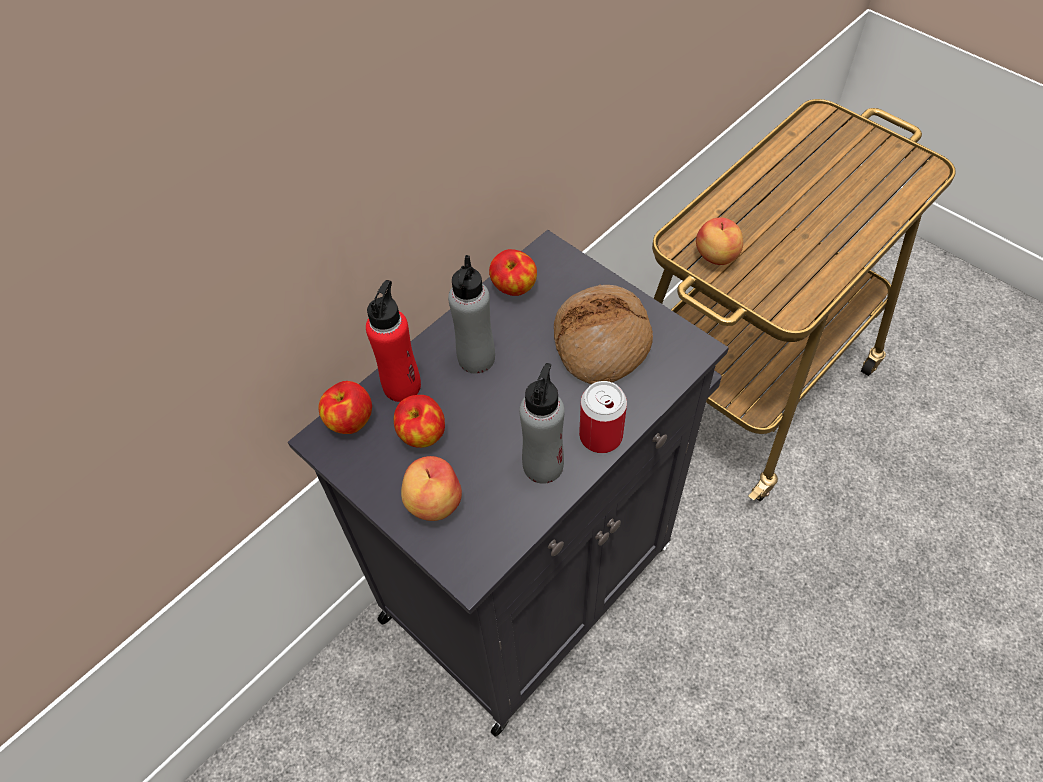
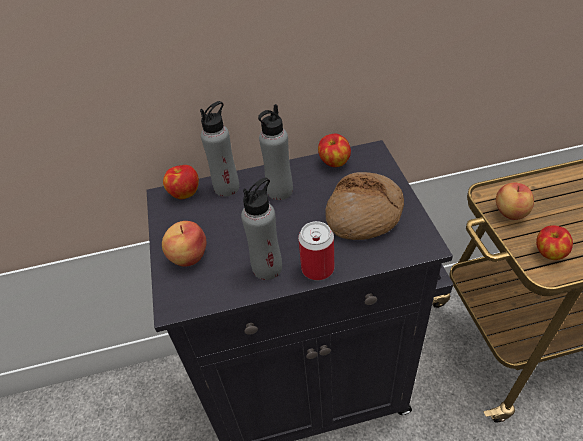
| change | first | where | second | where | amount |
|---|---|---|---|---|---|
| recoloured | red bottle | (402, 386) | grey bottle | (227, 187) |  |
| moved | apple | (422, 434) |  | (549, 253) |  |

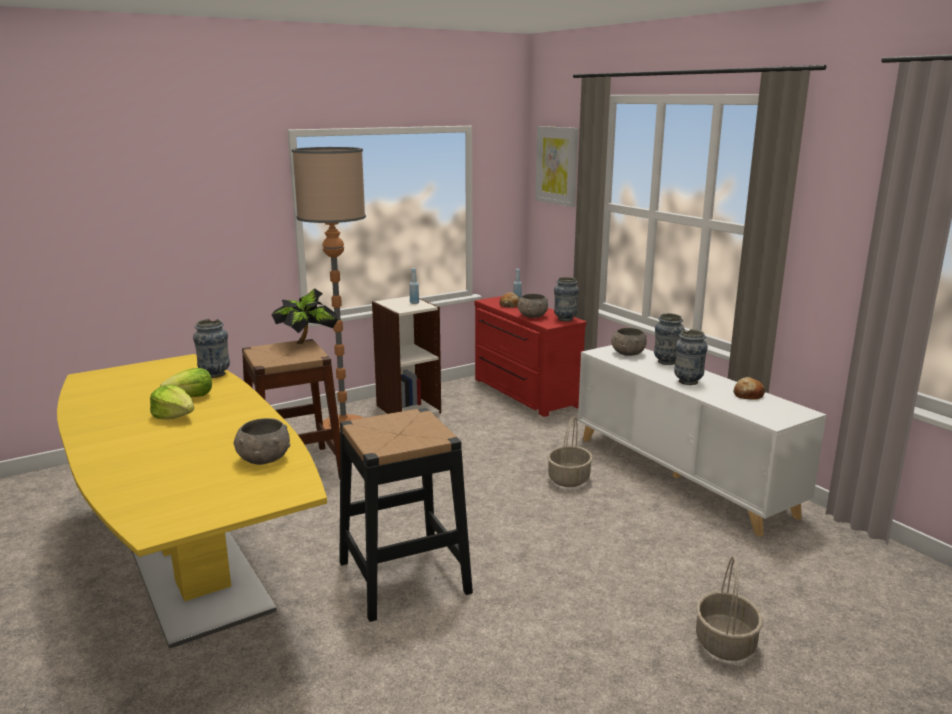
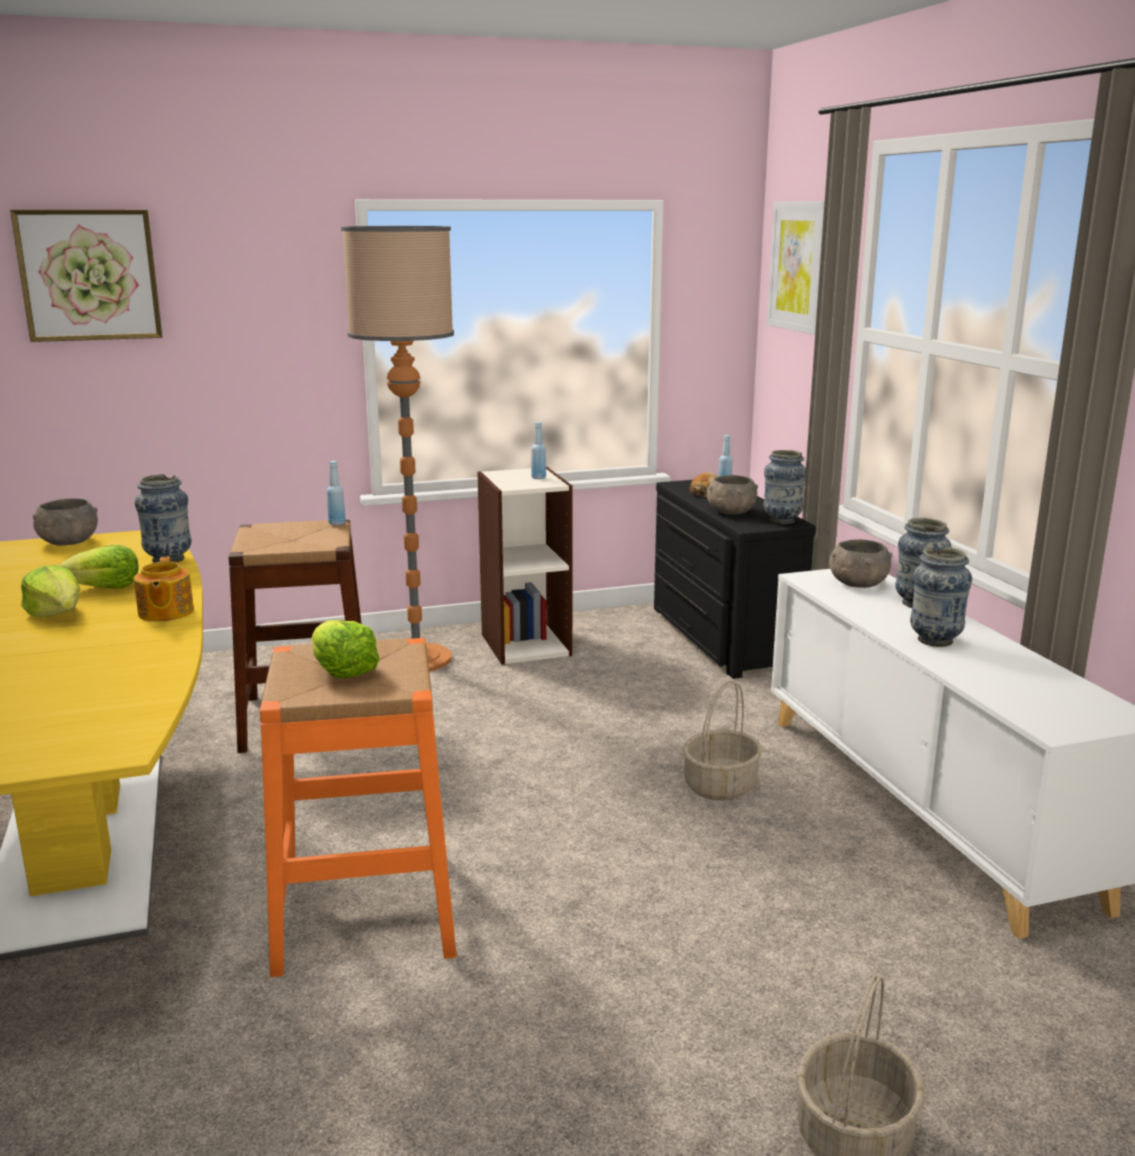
| change | first | where | second | where | amount |
|---|---|---|---|---|---|
| moved | grey bowl | (263, 459) |  | (68, 542) |  |
| replaced | potted plant | (307, 342) | blue bottle | (337, 523) |  |
| recoloured | black stool | (404, 577) | orange stool | (365, 911) |  |
| recoloured | red dresser | (523, 393) | black dresser | (719, 637) |  |
| removed | bread | (747, 395) |  |  |  |
| added |  |  | picture | (89, 275) |  |
| added |  |  | teapot | (165, 613) |  |
| added |  |  | lettuce | (343, 670) |  |

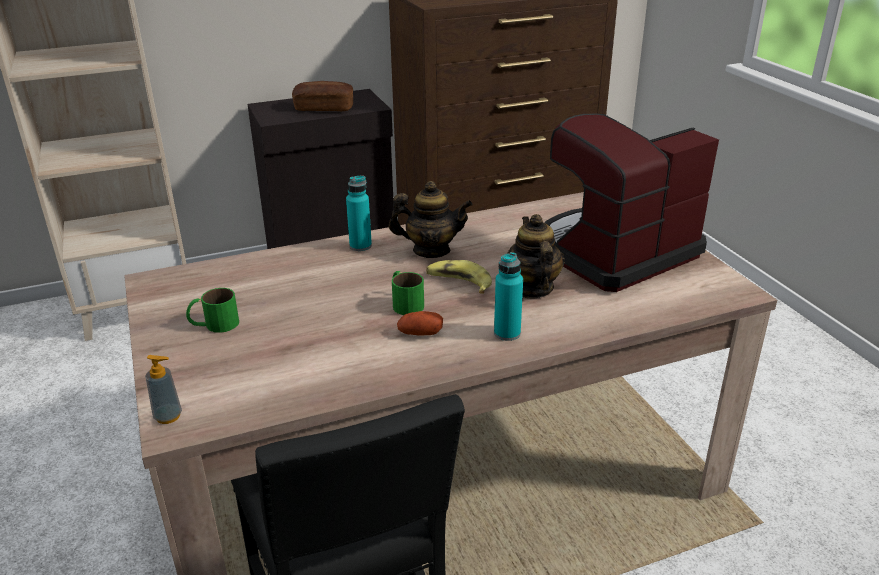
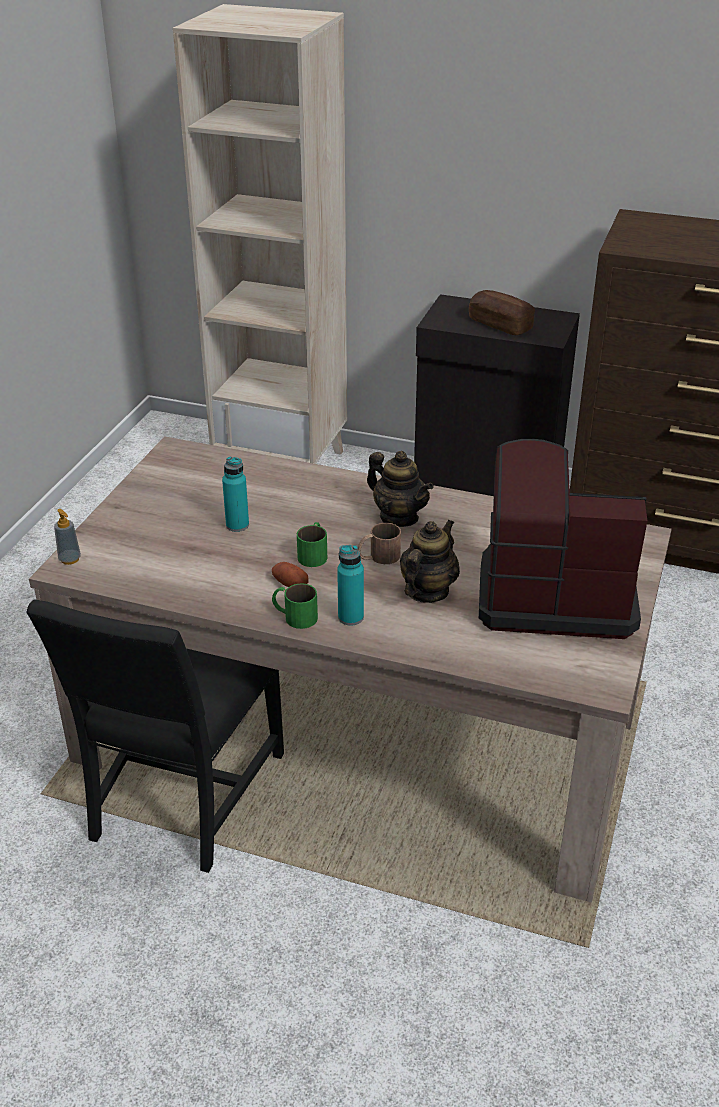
| change | first | where | second | where | amount |
|---|---|---|---|---|---|
| moved | green mug | (214, 324) |  | (294, 616) |  |
| moved | turquoise bottle | (360, 246) |  | (237, 525) |  |
| replaced | banana | (459, 283) | brown mug | (378, 557) |  |

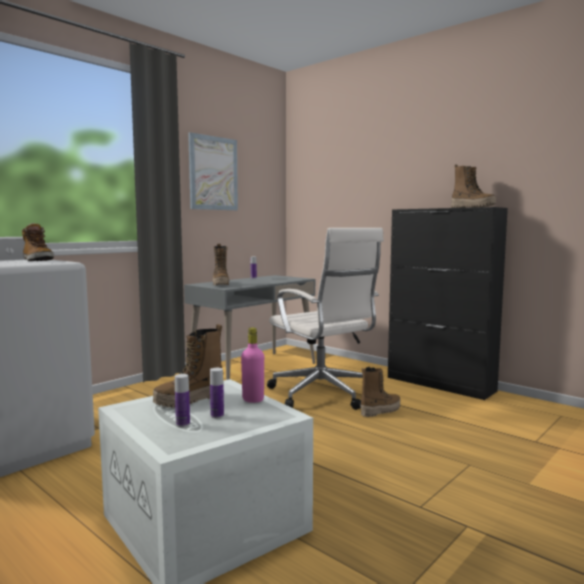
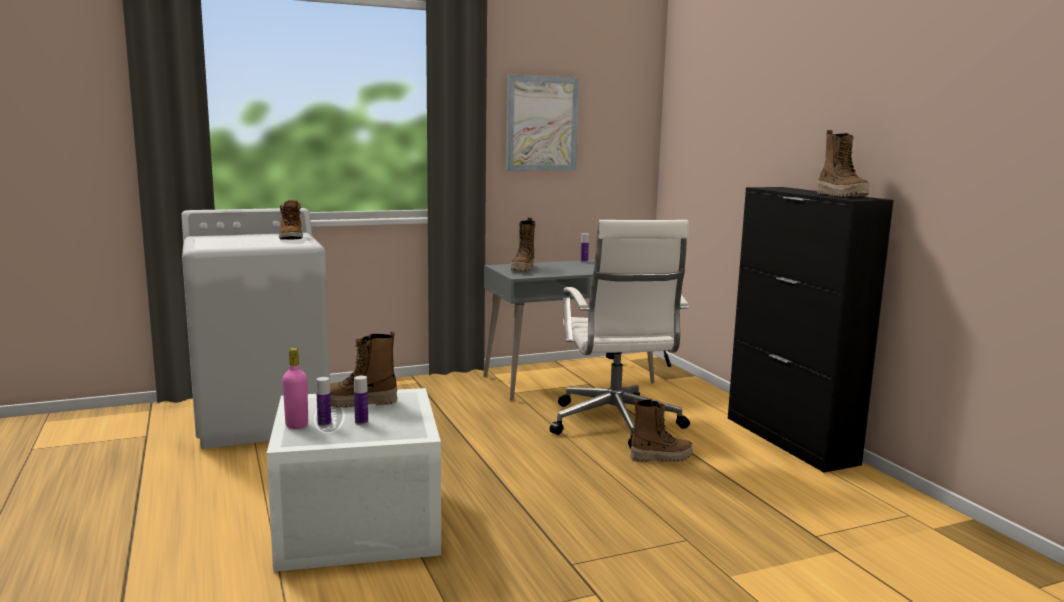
| change | first | where | second | where | amount |
|---|---|---|---|---|---|
| moved | pink bottle | (253, 399) |  | (297, 425) |  |

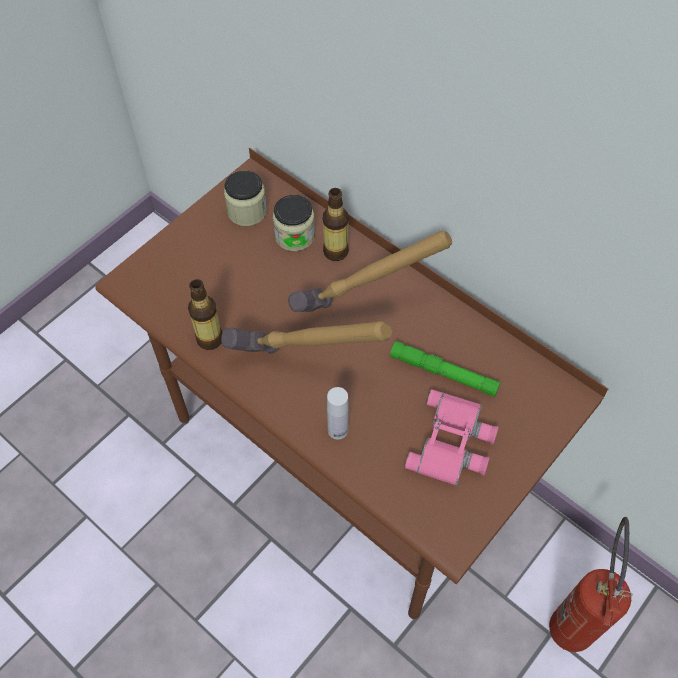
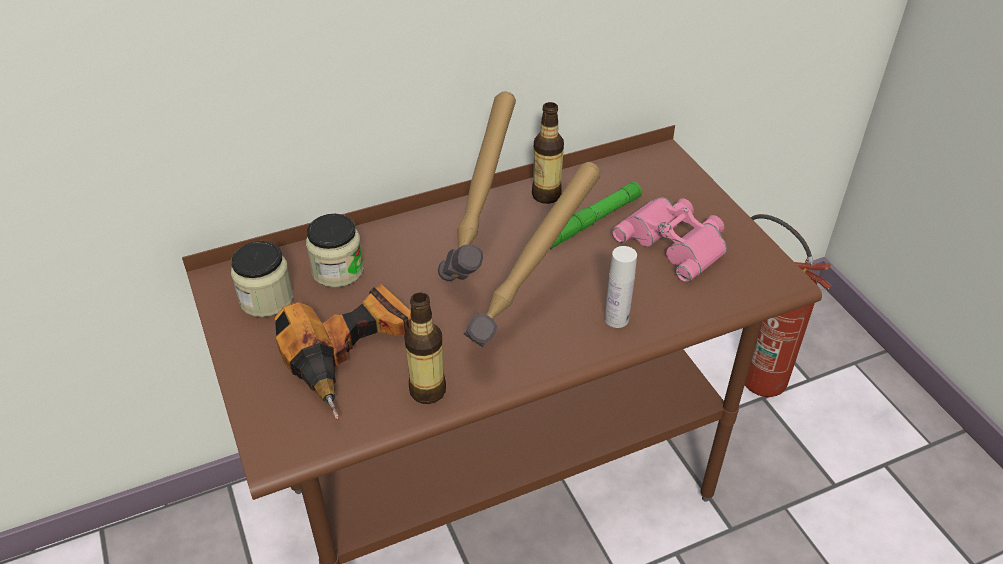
| change | first | where | second | where | amount |
|---|---|---|---|---|---|
| moved | bottle | (335, 251) |  | (546, 195) |  |
| added |  |  | power drill | (353, 355) |  |

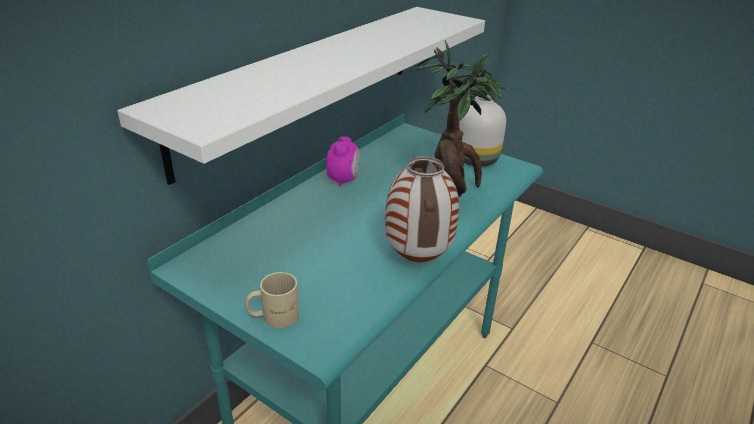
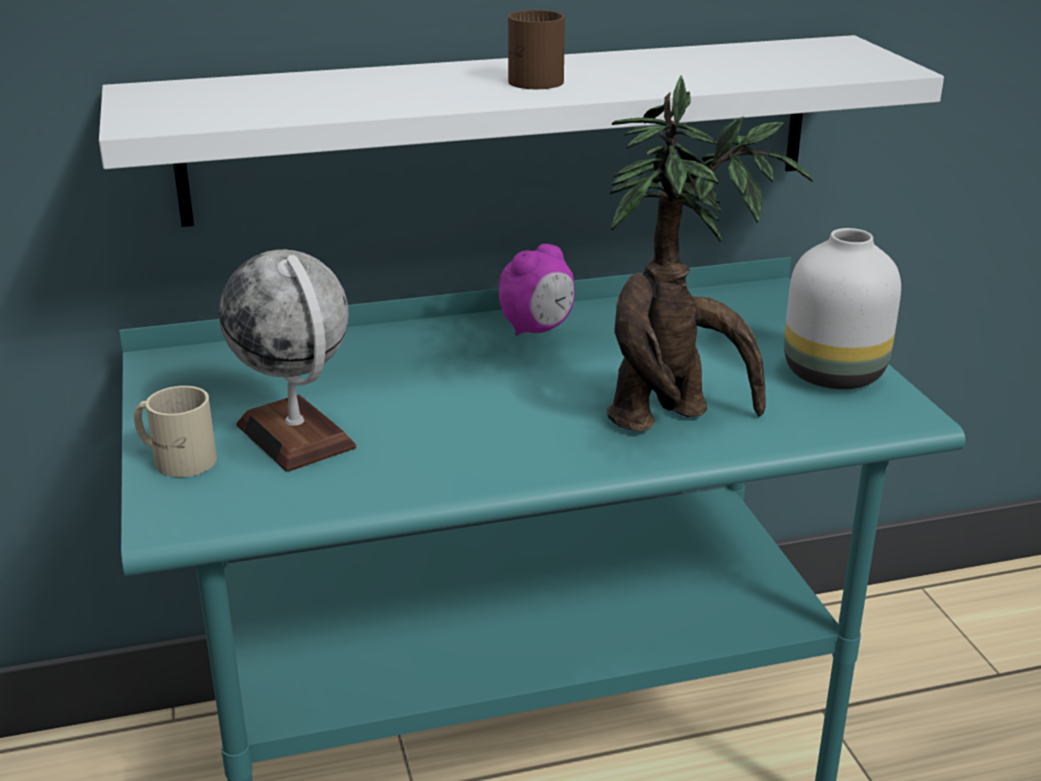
| change | first | where | second | where | amount |
|---|---|---|---|---|---|
| removed | vase | (418, 260) |  |  |  |
| added |  |  | globe | (296, 436) |  |
| added |  |  | brown mug | (534, 78) |  |

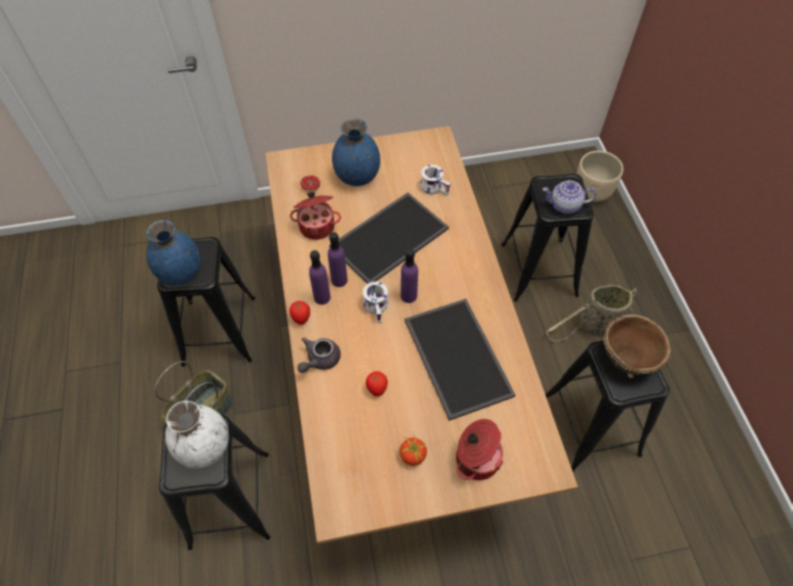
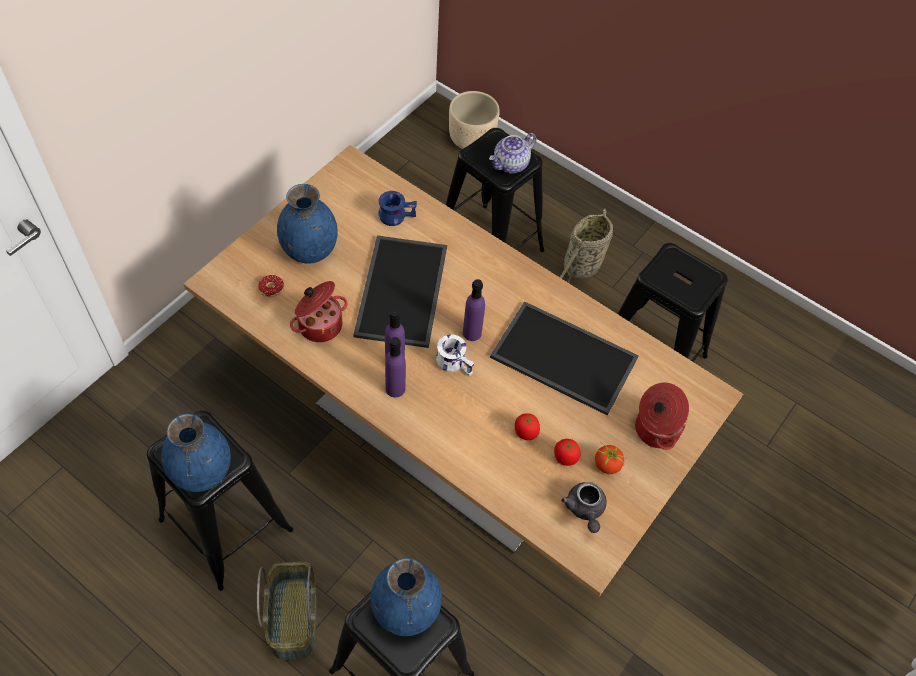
| change | first | where | second | where | amount |
|---|---|---|---|---|---|
| recoloured | white vase | (205, 447) | blue vase | (406, 609) |  |
| moved | tomato | (301, 318) |  | (564, 458) |  |
| moved | grey teapot | (319, 360) |  | (585, 510) |  |
| recoloured | white mug | (435, 187) | blue mug | (396, 214) |  |
| removed | brown bowl | (627, 358) |  |  |  |

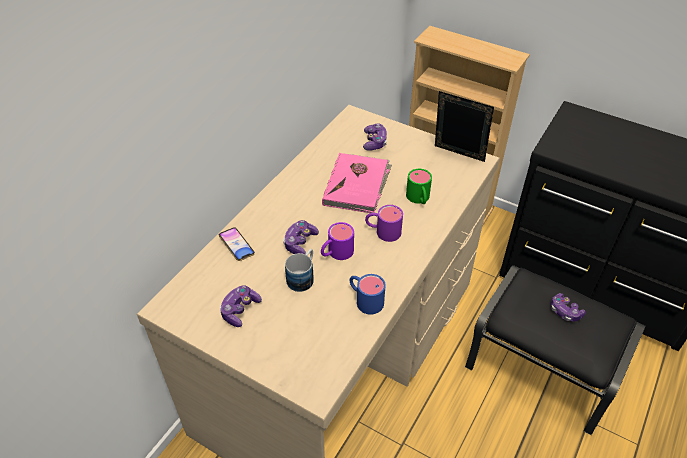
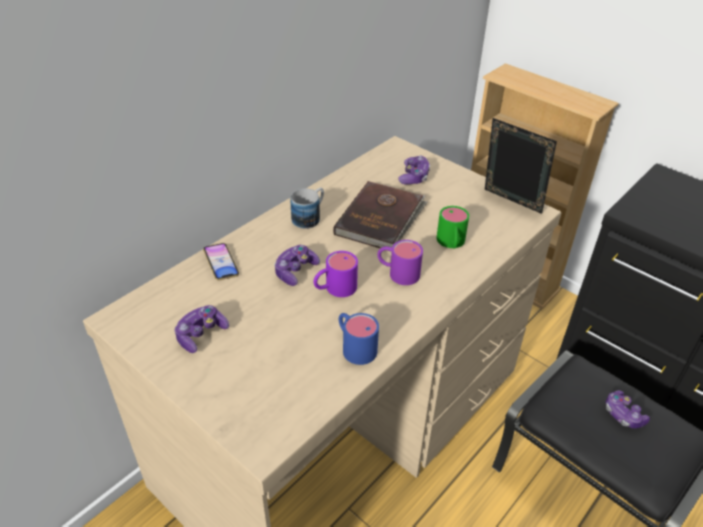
| change | first | where | second | where | amount |
|---|---|---|---|---|---|
| moved | mug | (303, 277) |  | (310, 217) |  |
| recoloured | pink book | (357, 185) | brown book | (381, 219) |  |

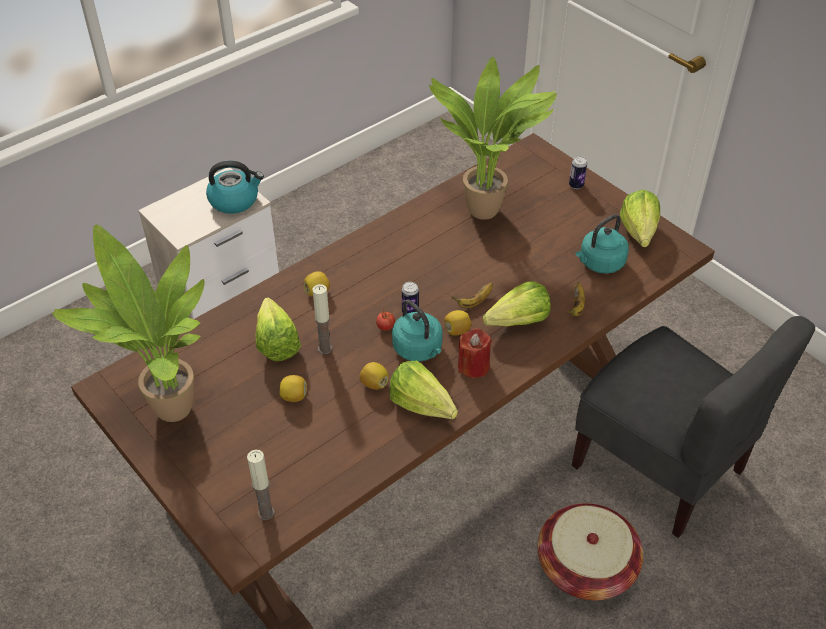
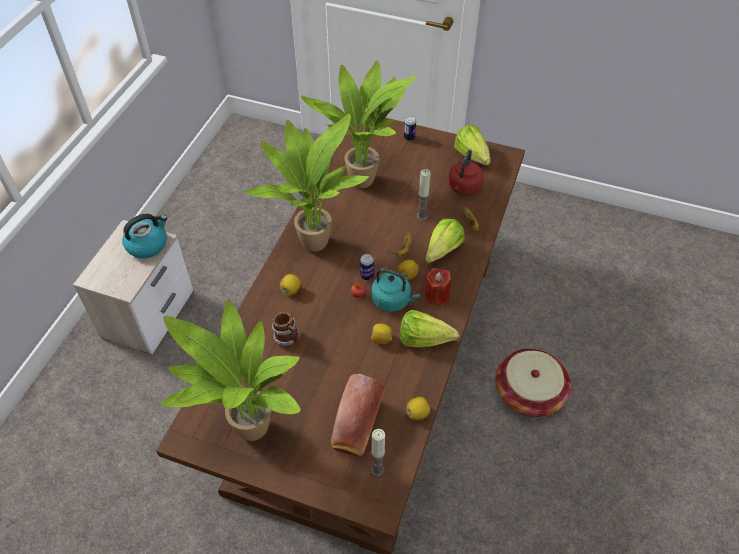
| change | first | where | second | where | amount |
|---|---|---|---|---|---|
| replaced | lettuce | (277, 339) | mug | (288, 339) |  |
| moved | lemon | (294, 396) |  | (417, 413) |  |
| moved | candle | (325, 348) |  | (421, 216) |  |
| removed | grey chair | (660, 467) |  |  |  |
| recoloured | turquoise kettle | (599, 263) | red kettle | (463, 188) |  |
| added |  |  | potted plant | (313, 240) |  |
| added |  |  | bread | (356, 425) |  |

